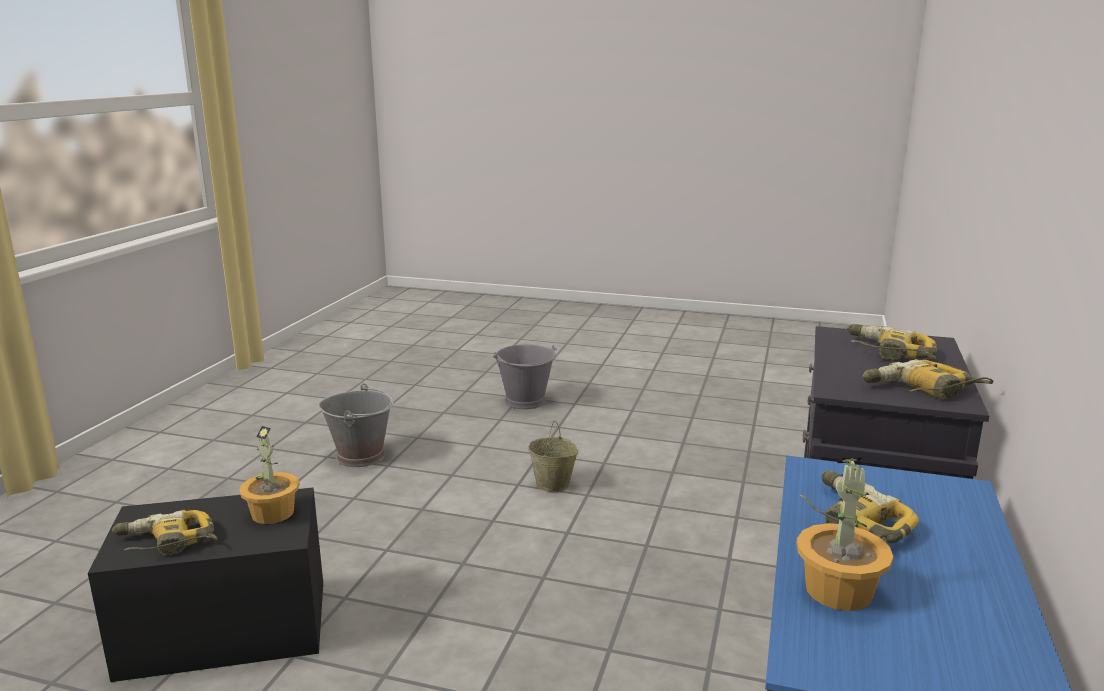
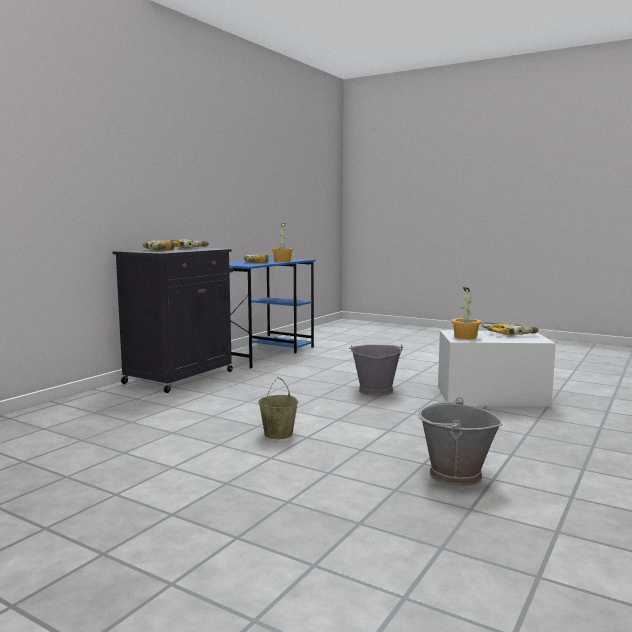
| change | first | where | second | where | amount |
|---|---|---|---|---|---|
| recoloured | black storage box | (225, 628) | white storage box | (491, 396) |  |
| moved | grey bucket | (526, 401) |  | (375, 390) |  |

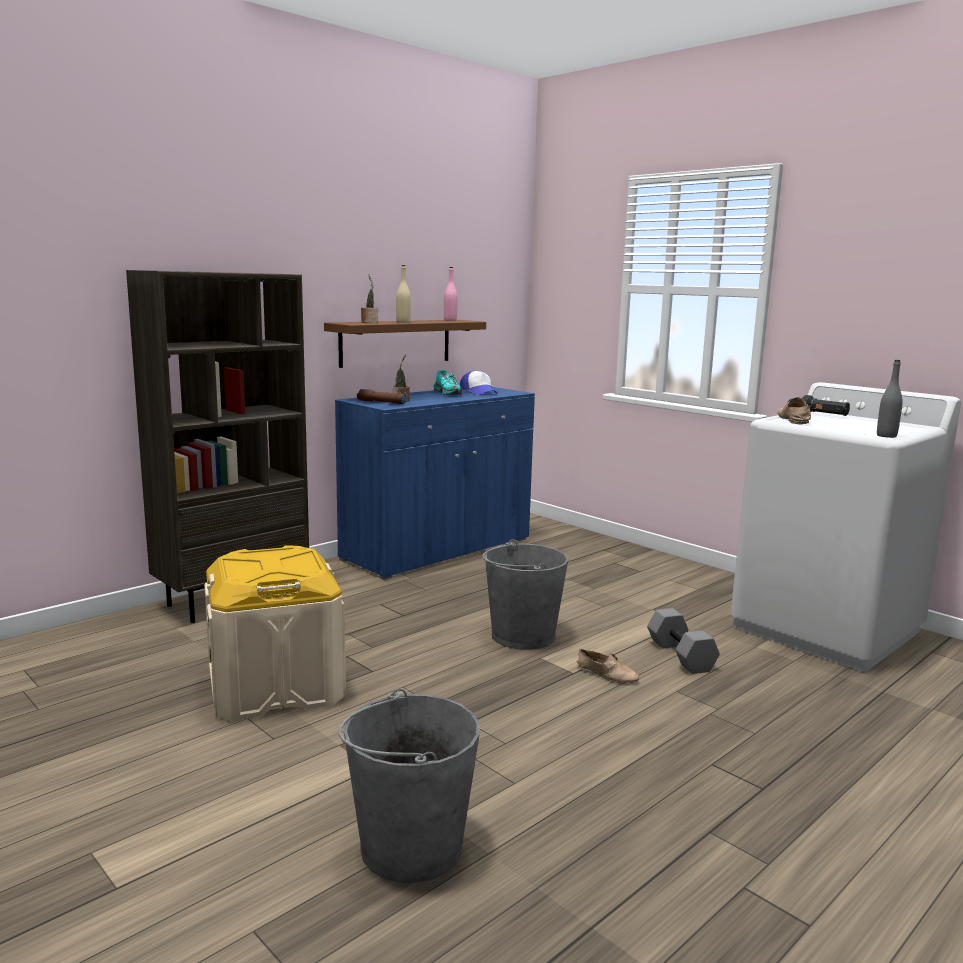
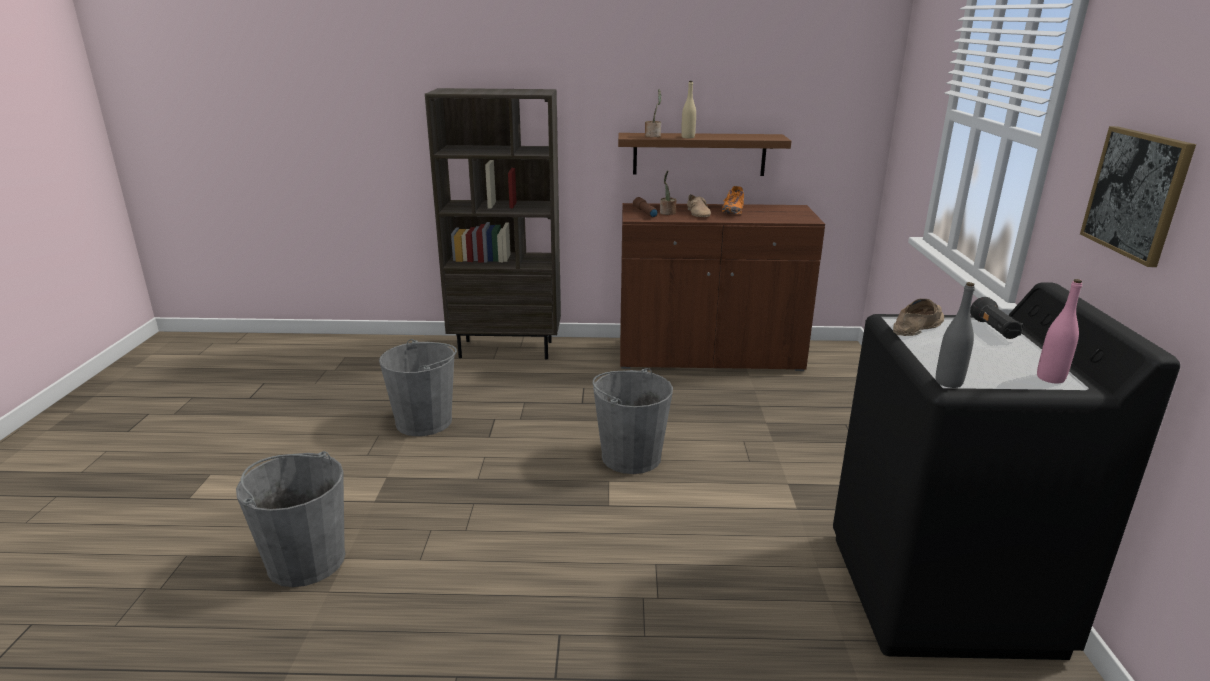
| change | first | where | second | where | amount |
|---|---|---|---|---|---|
| replaced | beige storage box | (276, 686) | grey bucket | (424, 421) |  |
| recoloured | blue cabinet | (438, 549) | brown cabinet | (709, 356) |  |
| recoloured | turquoise shoe | (448, 394) | orange shoe | (733, 211) |  |
| moved | pink bottle | (450, 321) |  | (1050, 378) |  |
| removed | cap | (479, 392) |  |  |  |
| moved | beige shoe | (607, 674) |  | (698, 213) |  |
| removed | grey dumbbell | (679, 655) |  |  |  |
| recoloured | white washing machine | (827, 629) | black washing machine | (942, 593) |  |
| added |  |  | picture | (1136, 194) |  |

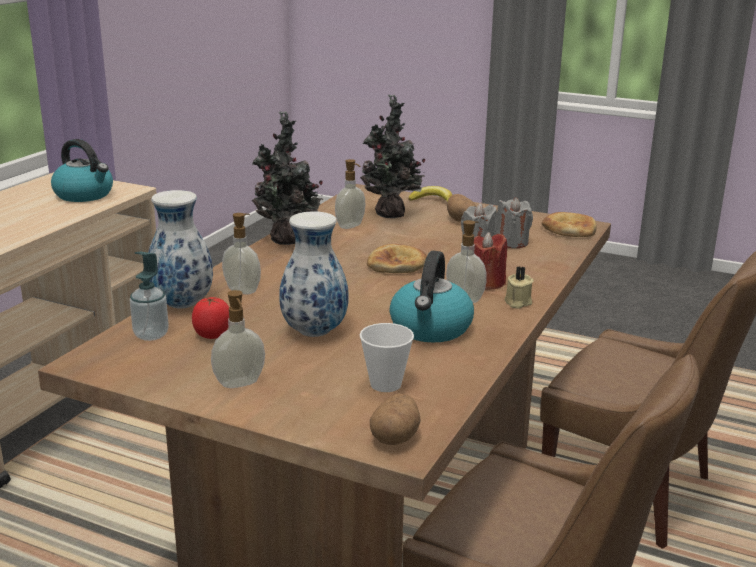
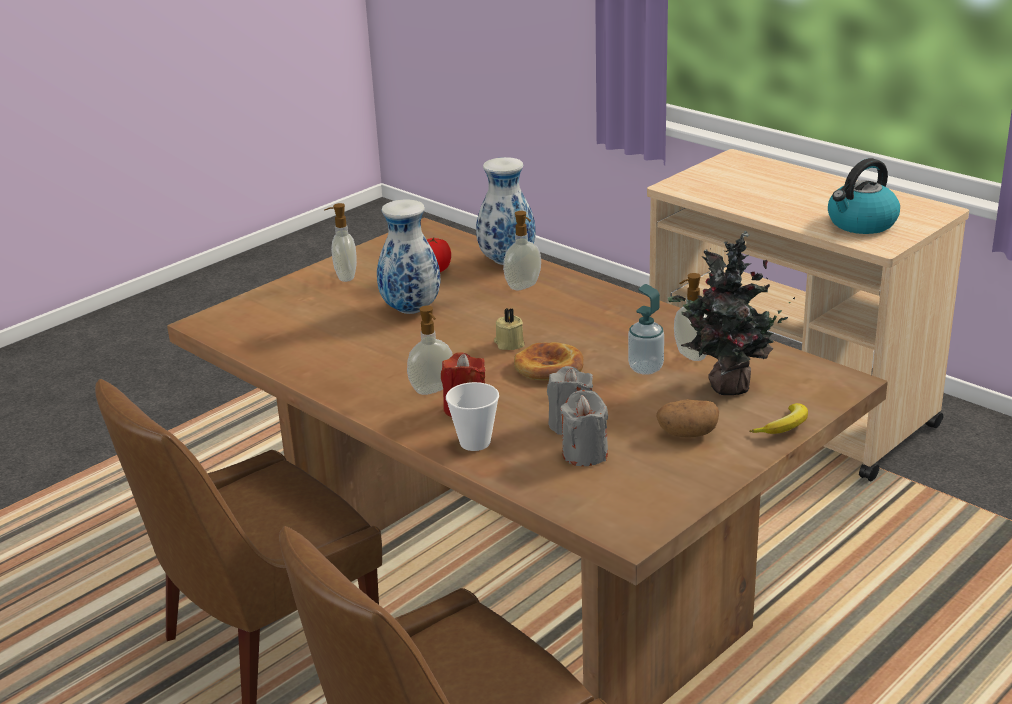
| change | first | where | second | where | amount |
|---|---|---|---|---|---|
| moved | soap dispenser | (151, 335) |  | (645, 368) |  |
| removed | potted plant | (287, 241) |  |  |  |
| moved | cup | (385, 384) |  | (475, 442) |  |
| removed | potato | (395, 437) |  |  |  |
| removed | kettle | (431, 329) |  |  |  |
| moved | beige candle | (517, 302) |  | (509, 344) |  |
| removed | bread | (569, 229) |  |  |  |

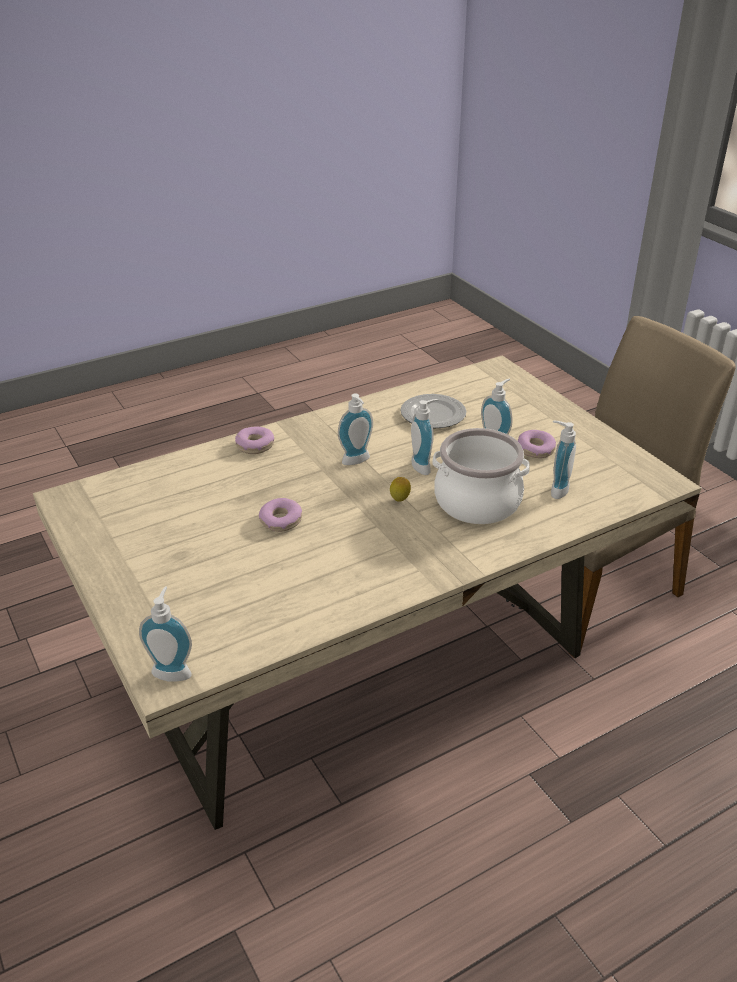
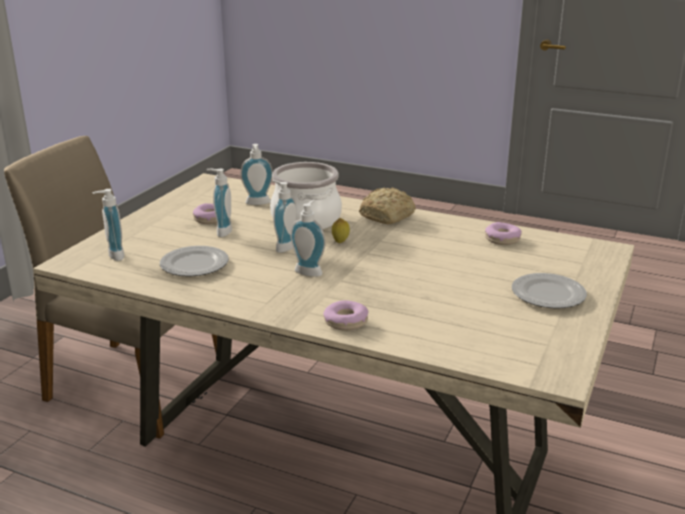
| change | first | where | second | where | amount |
|---|---|---|---|---|---|
| moved | soap dispenser | (173, 670) |  | (113, 256) |  |
| moved | donut | (281, 521) |  | (502, 239) |  |
| added |  |  | bread | (388, 216) |  |
| added |  |  | plate | (548, 294) |  |

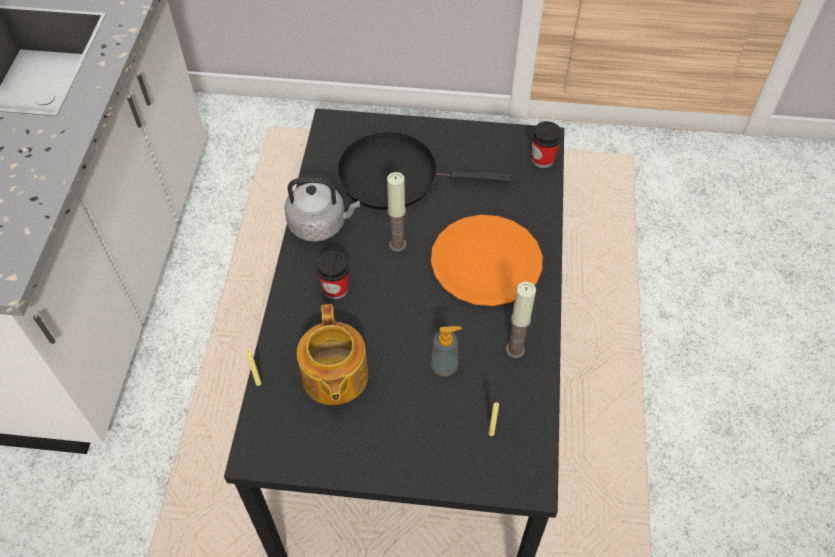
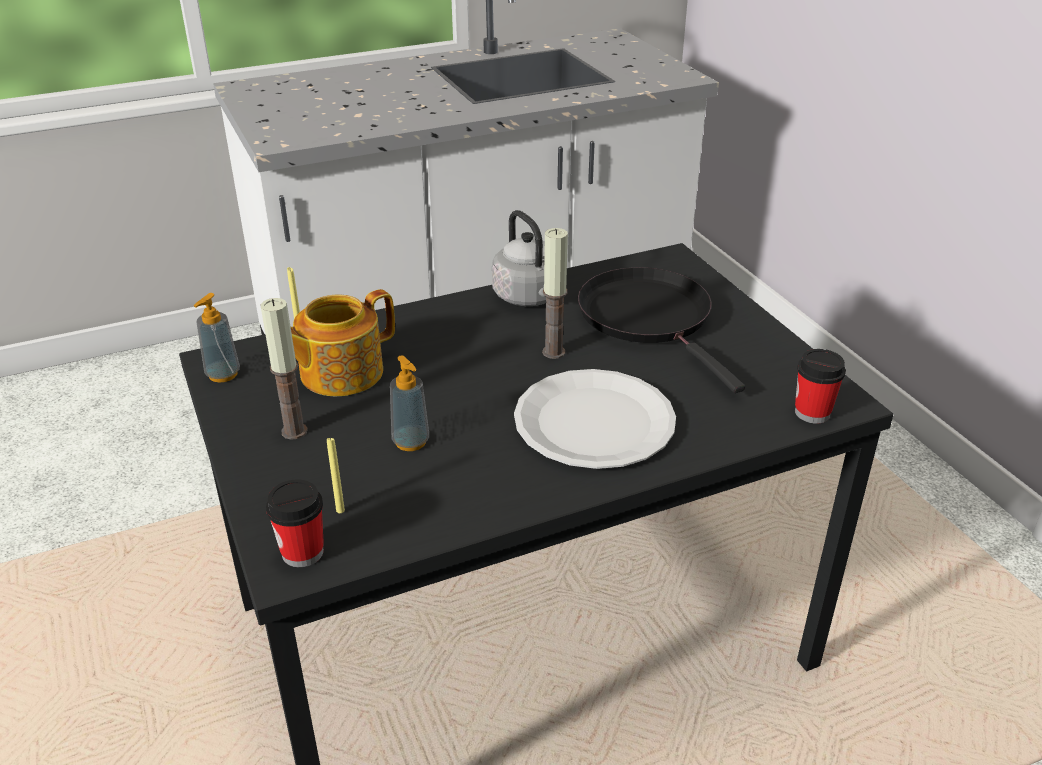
| change | first | where | second | where | amount |
|---|---|---|---|---|---|
| moved | cup | (335, 289) |  | (302, 552) |  |
| recoloured | orange plate | (485, 262) | white plate | (594, 422) |  |
| moved | candle | (515, 350) |  | (294, 431) |  |
| added |  |  | soap dispenser | (223, 374) |  |

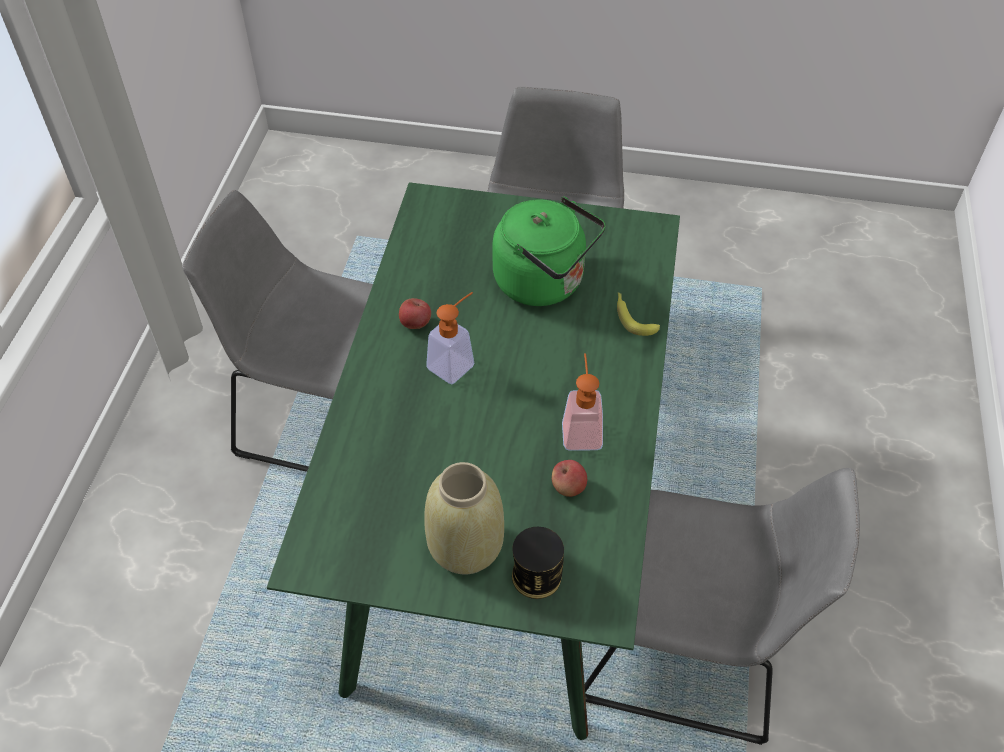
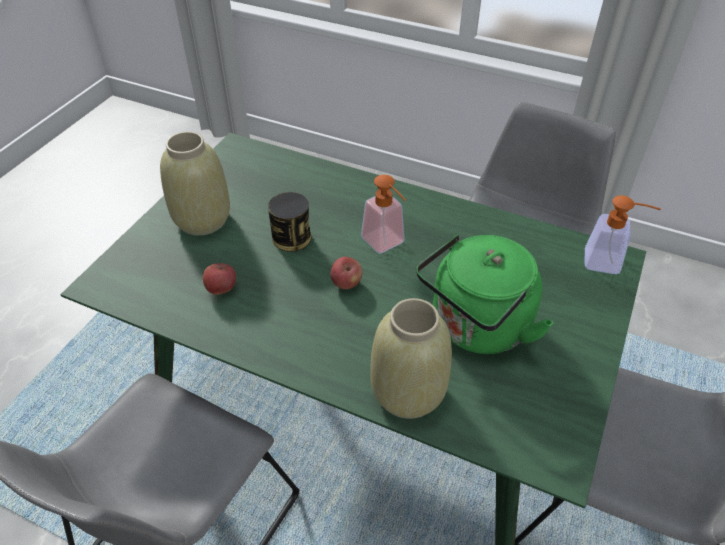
| change | first | where | second | where | amount |
|---|---|---|---|---|---|
| moved | apple | (415, 324) |  | (346, 283) |  |
| moved | can | (536, 576) |  | (291, 238) |  |
| moved | soap dispenser | (581, 429) |  | (609, 263) |  |
| replaced | banana | (632, 317) | beige vase | (407, 394) |  |

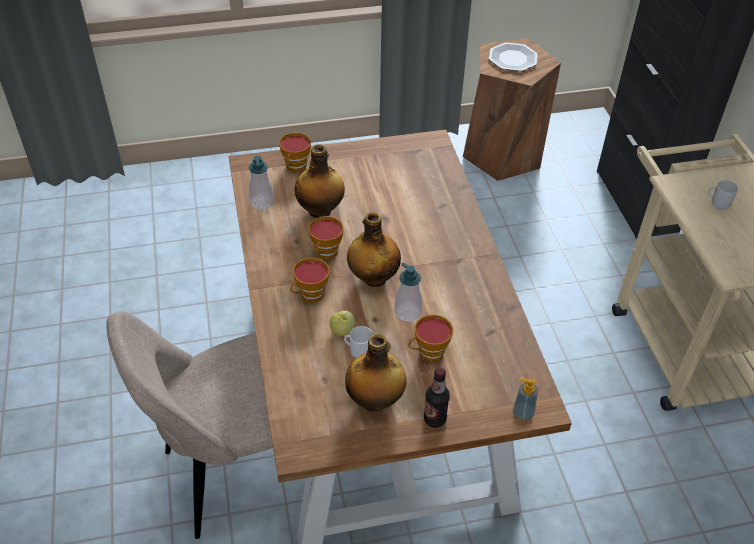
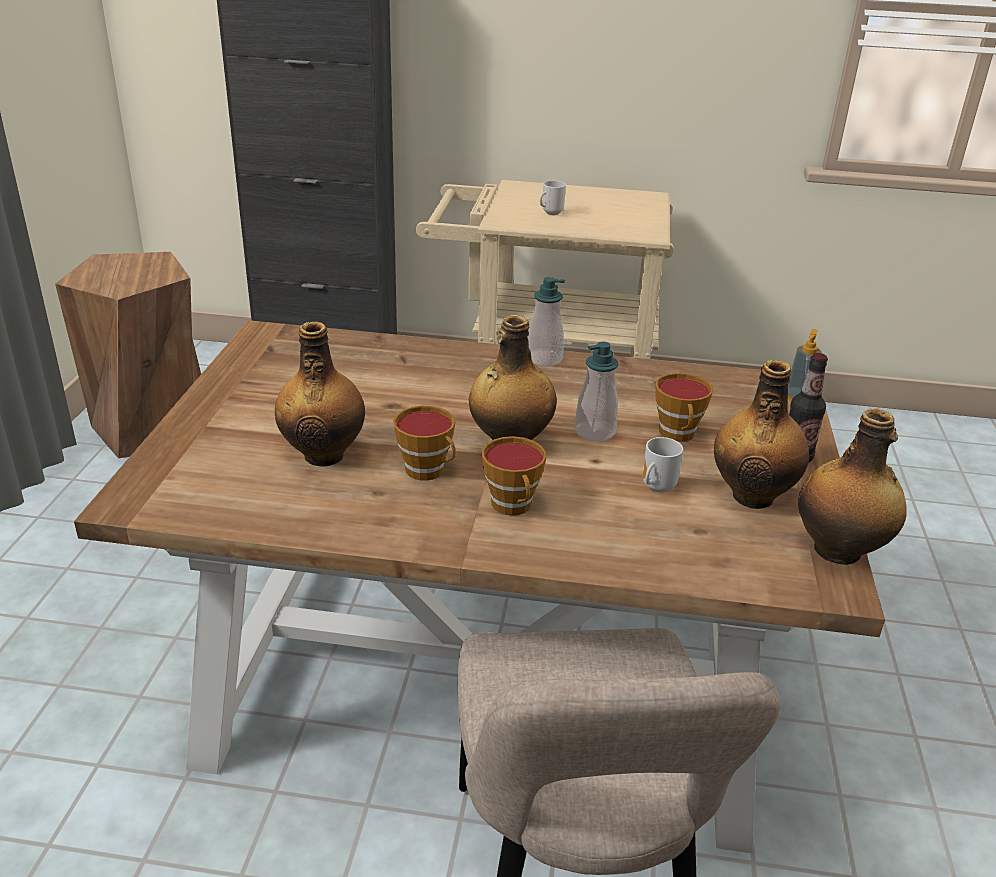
| change | first | where | second | where | amount |
|---|---|---|---|---|---|
| moved | soap dispenser | (262, 202) |  | (544, 359) |  |
| removed | cup | (295, 167) |  |  |  |
| removed | apple | (342, 331) |  |  |  |
| removed | plate | (512, 58) |  |  |  |
| added |  |  | bottle | (839, 551) |  |

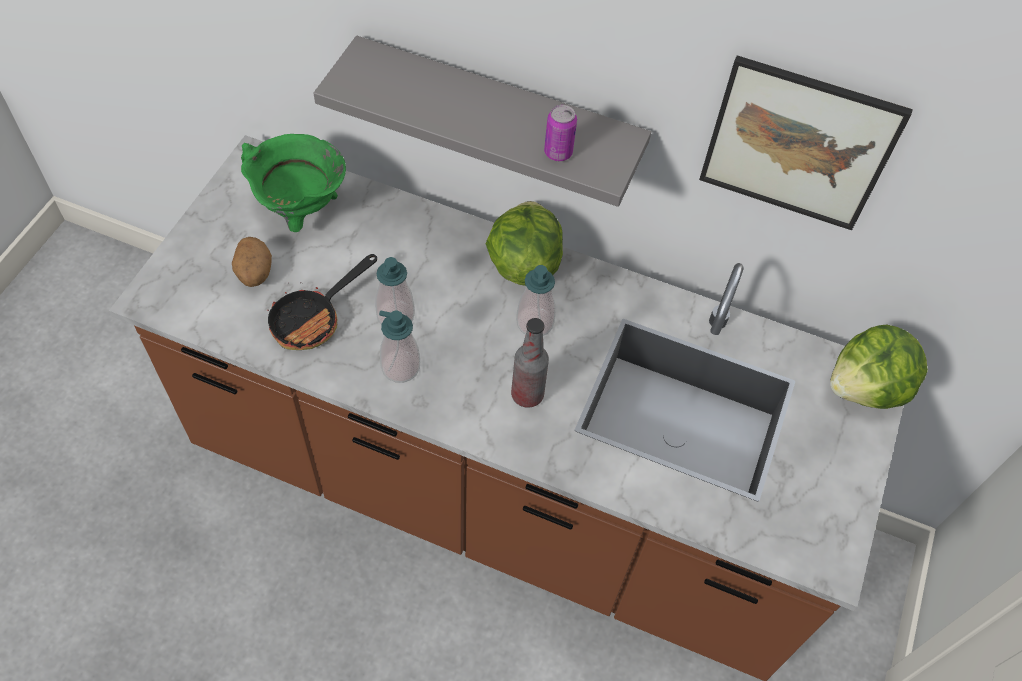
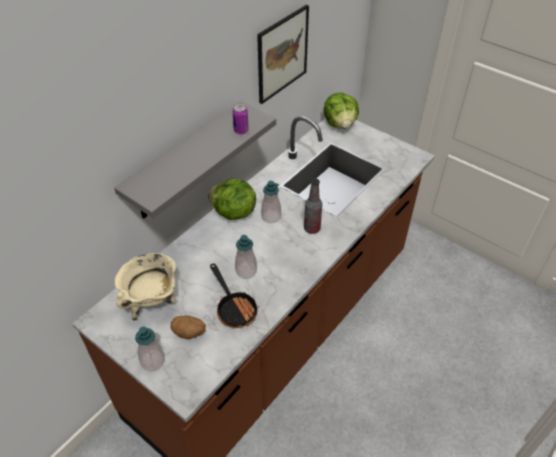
| change | first | where | second | where | amount |
|---|---|---|---|---|---|
| recoloured | green cooking pot | (301, 212) | beige cooking pot | (153, 302) |  |
| moved | soap dispenser | (400, 367) |  | (153, 361) |  |

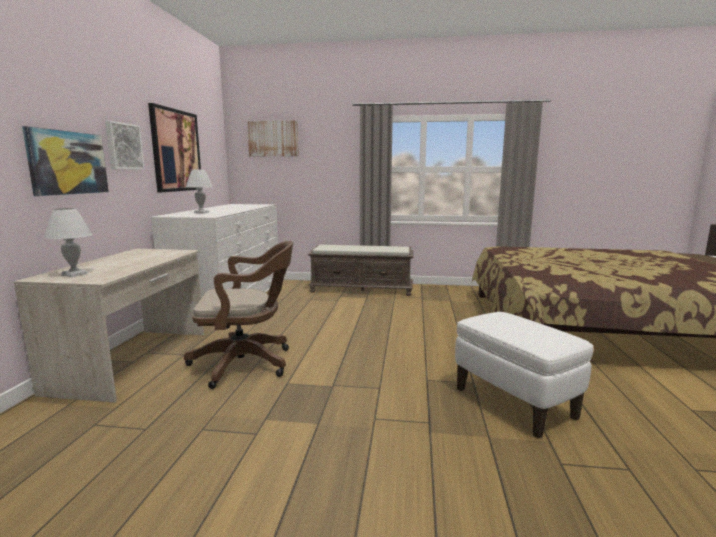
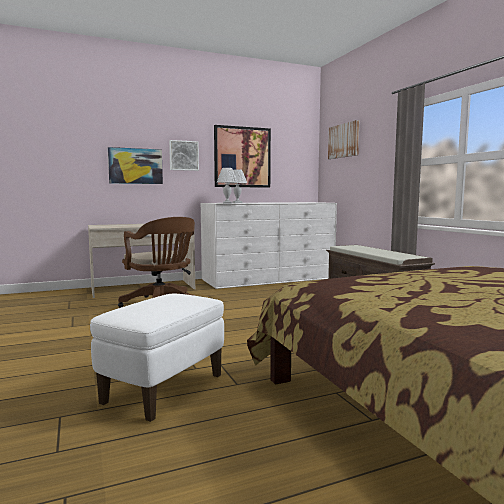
| change | first | where | second | where | amount |
|---|---|---|---|---|---|
| moved | white table lamp | (75, 274) |  | (227, 203) |  |

